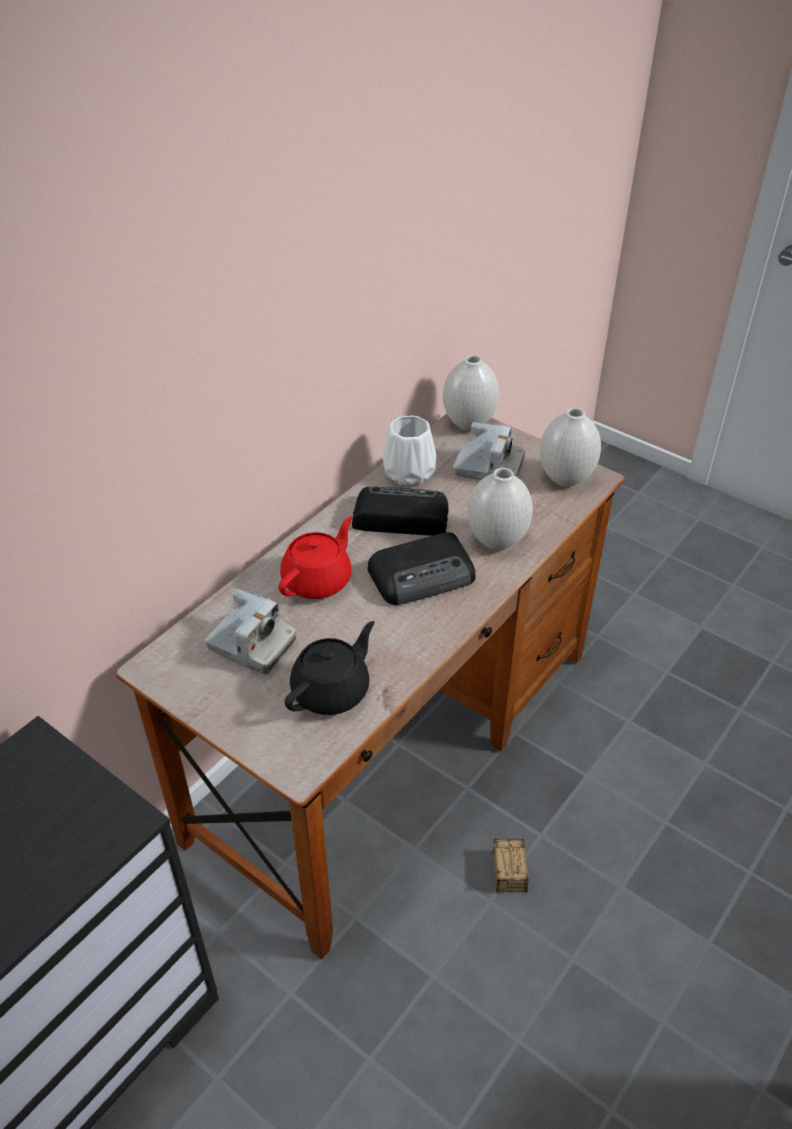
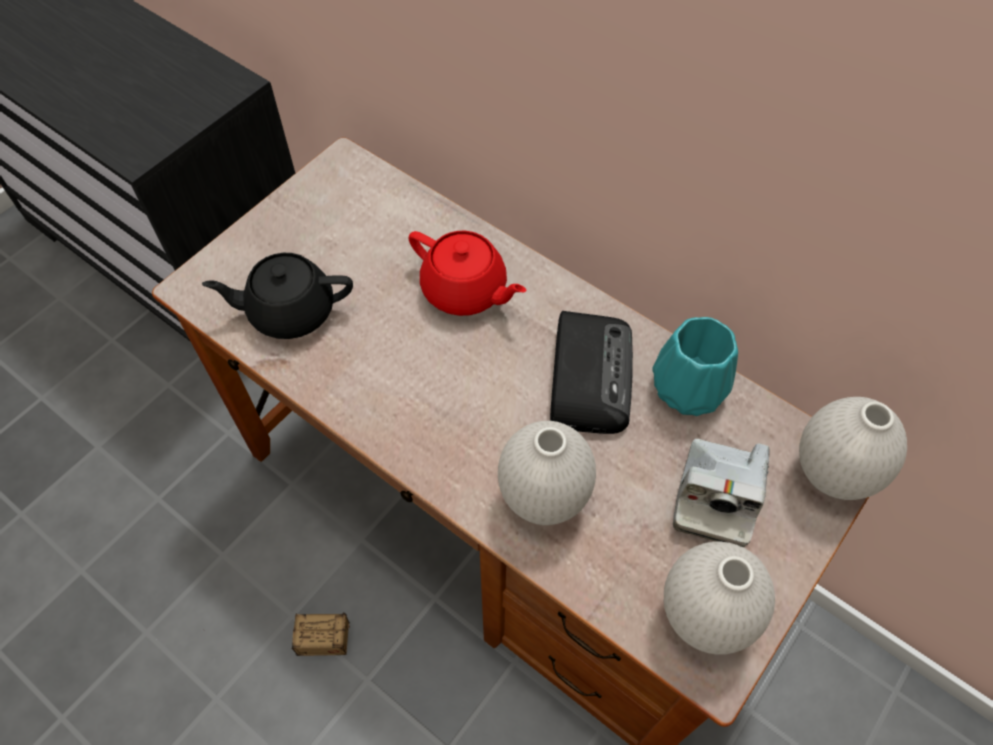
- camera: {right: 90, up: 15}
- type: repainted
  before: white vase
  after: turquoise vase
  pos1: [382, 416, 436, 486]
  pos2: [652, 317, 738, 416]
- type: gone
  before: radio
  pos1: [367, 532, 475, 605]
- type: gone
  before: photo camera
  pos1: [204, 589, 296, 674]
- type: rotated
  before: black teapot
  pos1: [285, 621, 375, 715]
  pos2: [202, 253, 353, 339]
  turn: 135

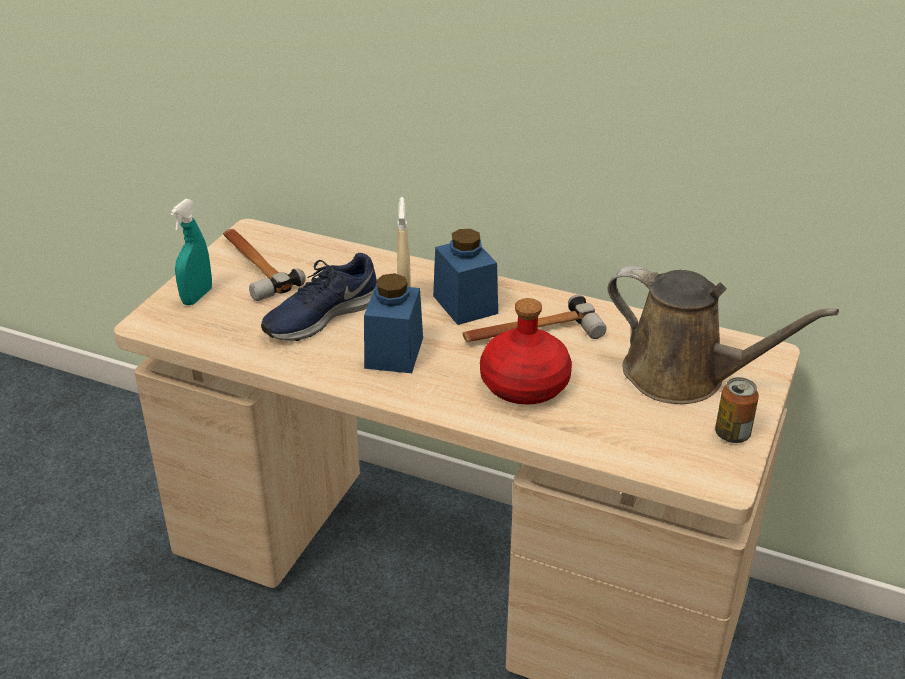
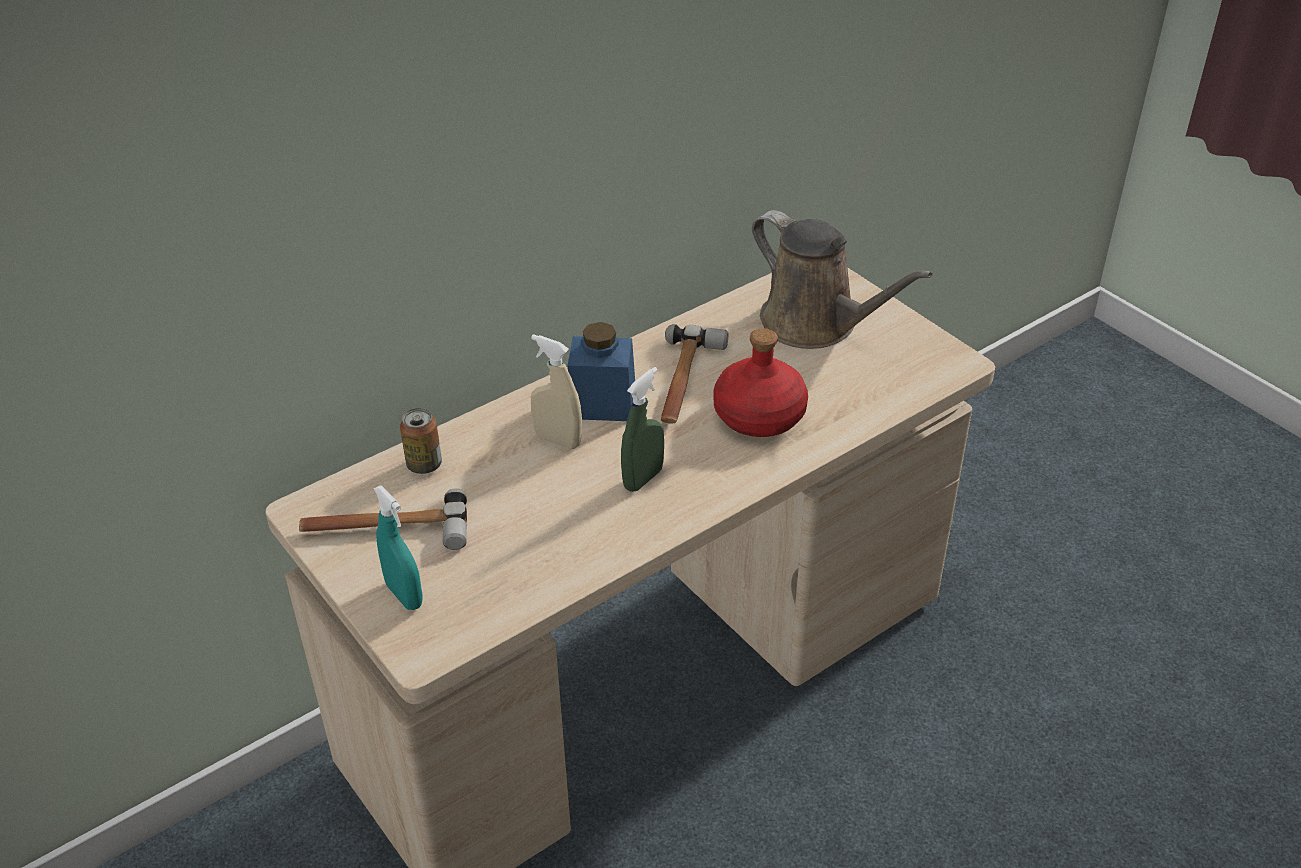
- camera: {right: -60, up: 5}
- type: gone
  before: blue shoe
  pos1: [261, 253, 377, 341]
- type: rotated
  before: brown watering can
  pos1: [607, 266, 839, 404]
  pos2: [752, 210, 933, 349]
  turn: 75
- type: swapped
  before: blue jar
  after: green spray bottle
  pos1: [364, 273, 423, 373]
  pos2: [621, 367, 664, 492]
- type: shifted
  before: can
  pos1: [715, 377, 759, 443]
  pos2: [400, 408, 442, 474]

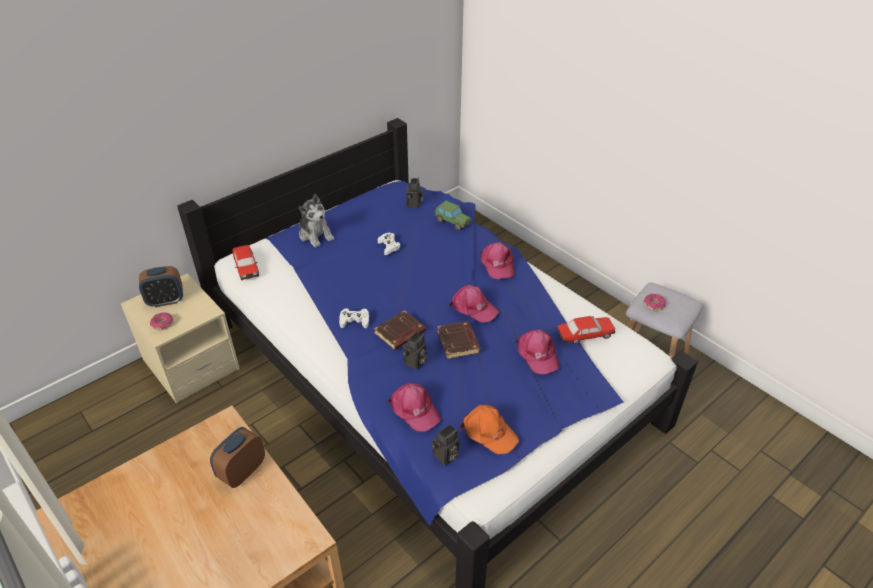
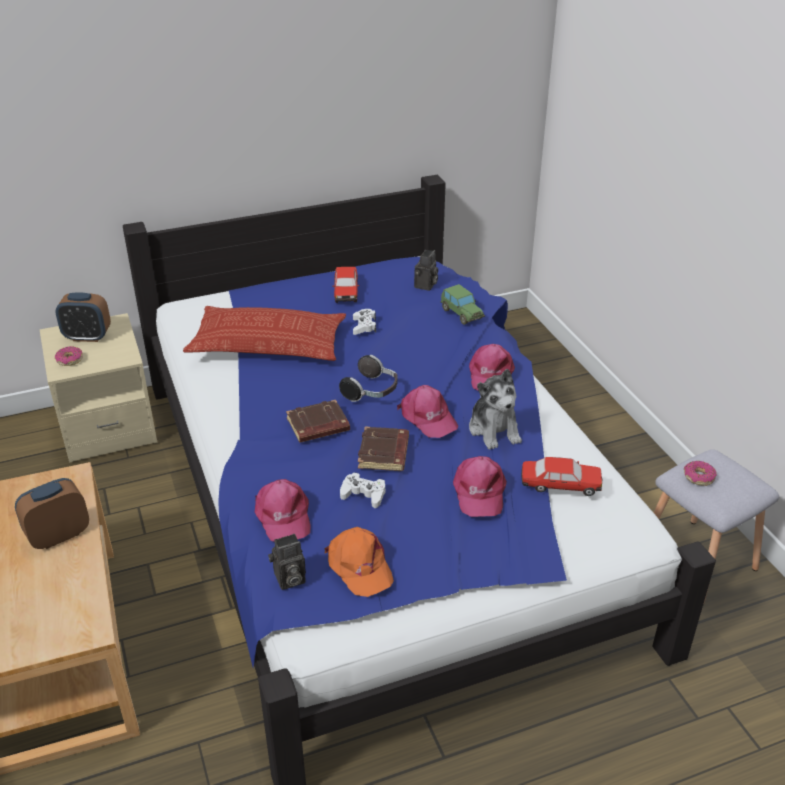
- camera: {right: 20, up: -5}
- type: shifted
  before: plush toy
  pos1: [299, 194, 335, 248]
  pos2: [469, 369, 522, 450]
- type: shifted
  before: toy car
  pos1: [233, 245, 259, 280]
  pos2: [332, 267, 359, 303]
- type: shifted
  before: white game controller
  pos1: [339, 308, 369, 328]
  pos2: [340, 473, 386, 508]
- type: gone
  before: photo camera
  pos1: [402, 332, 427, 370]
- type: new
  after: pillow
  pos2: [183, 306, 346, 361]
- type: new
  after: headphones
  pos2: [339, 355, 398, 402]

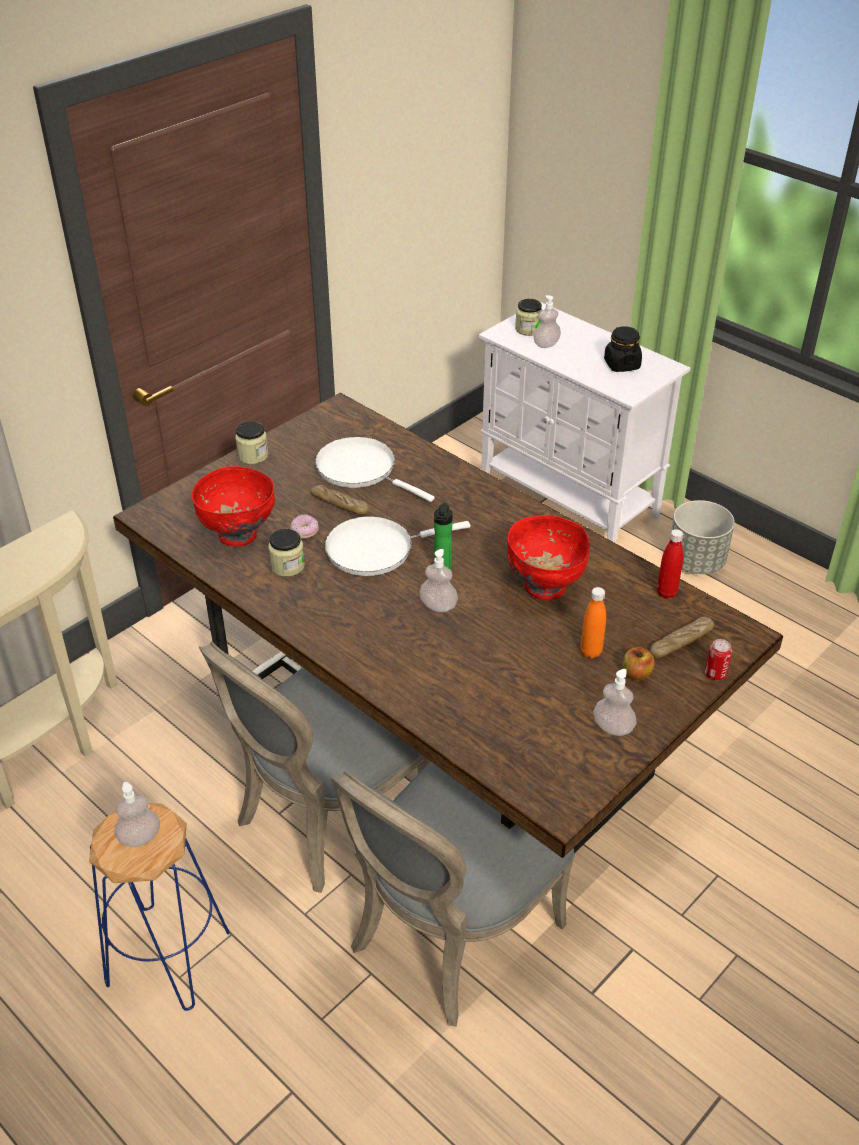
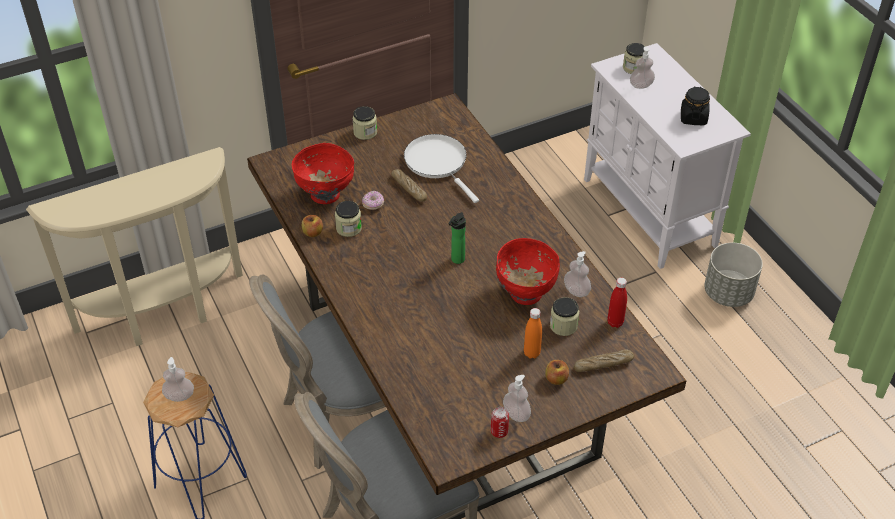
- camera: {right: 20, up: 5}
- type: gone
  before: white frying pan
  pos1: [325, 516, 471, 576]
- type: shifted
  before: soap dispenser
  pos1: [419, 549, 458, 612]
  pos2: [564, 251, 591, 297]
- type: shifted
  before: can
  pos1: [705, 639, 732, 680]
  pos2: [491, 407, 509, 438]
- type: new
  after: apple
  pos2: [302, 215, 323, 237]
- type: new
  after: jar
  pos2: [550, 297, 579, 336]

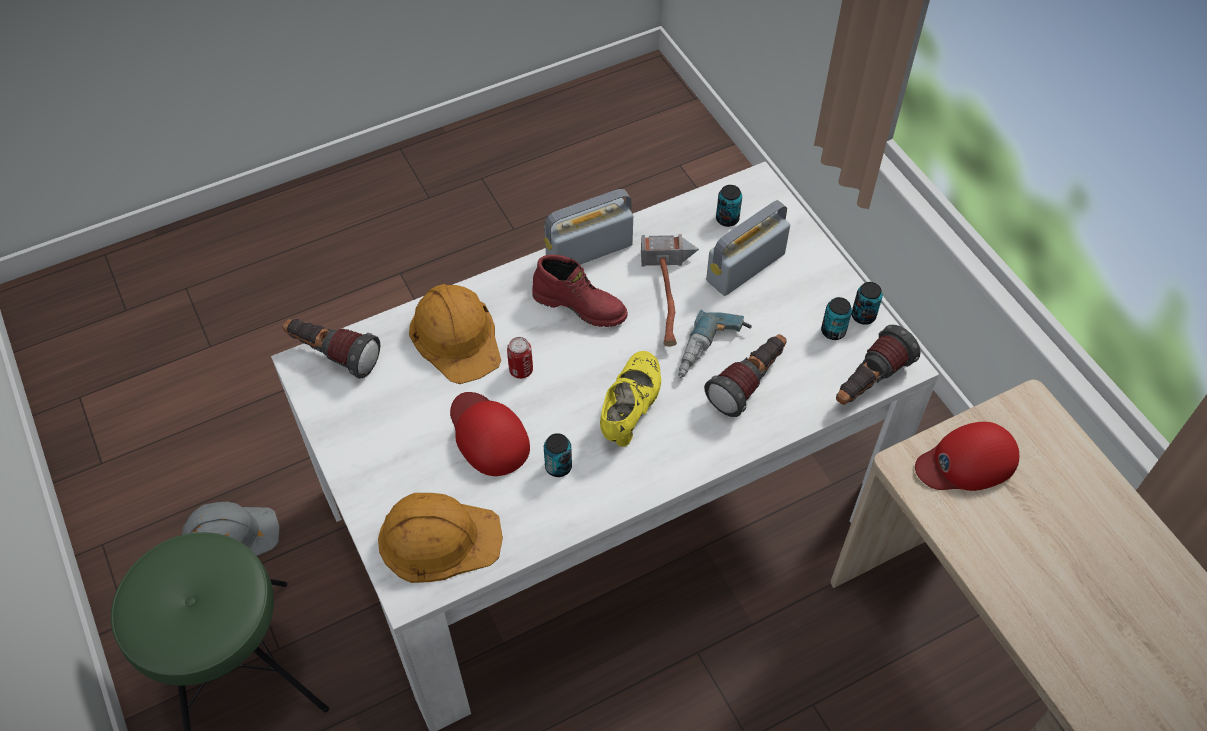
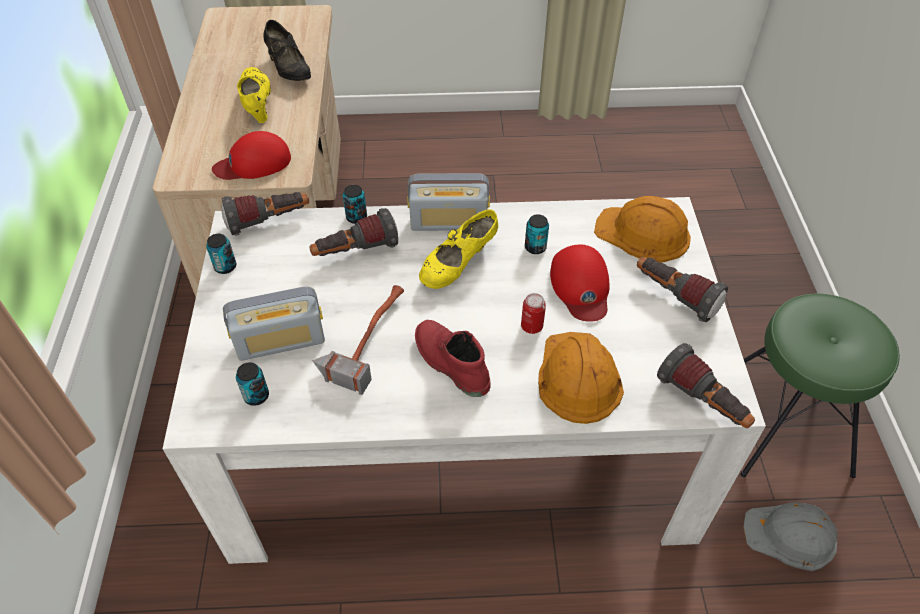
- camera: {right: -155, up: -5}
- type: shifted
  before: radio
  pos1: [544, 189, 633, 265]
  pos2: [407, 173, 490, 231]
- type: shifted
  before: can
  pos1: [821, 297, 852, 340]
  pos2: [343, 185, 367, 224]
- type: gone
  before: power drill
  pos1: [678, 310, 752, 378]
- type: rotated
  before: red cap
  pos1: [915, 422, 1019, 491]
  pos2: [212, 131, 291, 180]
  turn: 150
- type: new
  after: black shoe
  pos2: [263, 20, 311, 81]
- type: new
  after: yellow shoe
  pos2: [237, 67, 271, 123]
- type: new
  after: flashlight
  pos2: [637, 257, 728, 322]

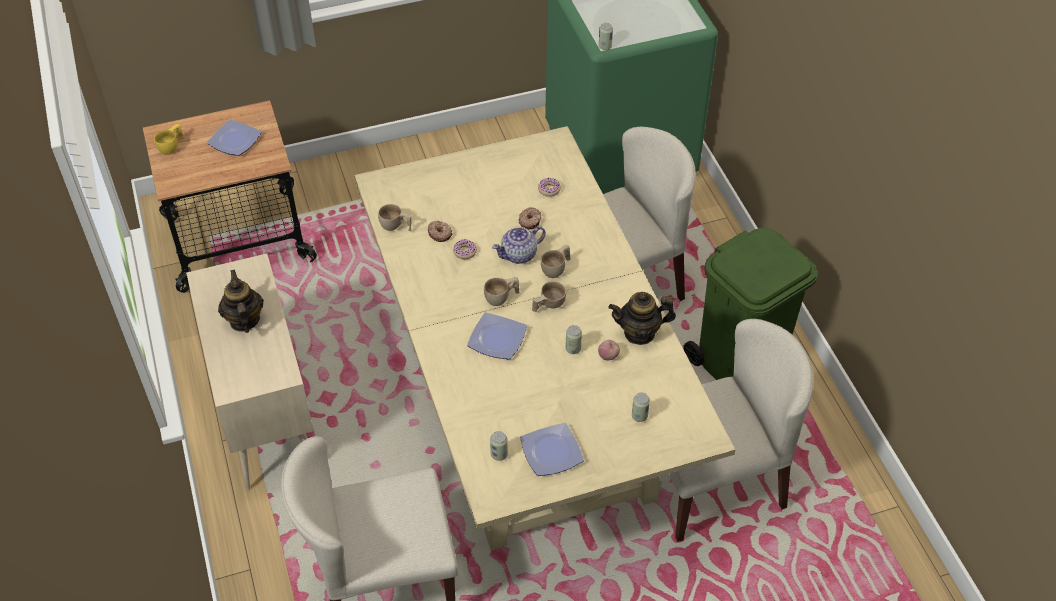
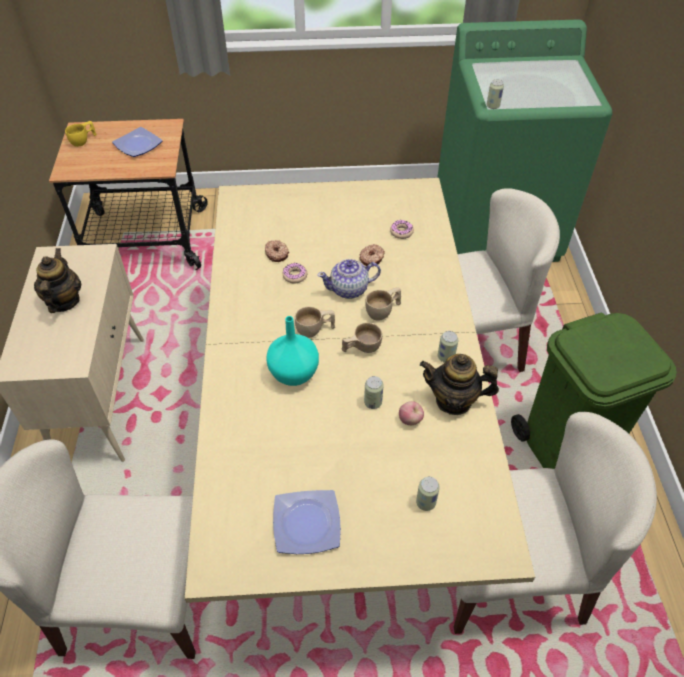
- camera: {right: 15, up: 0}
- type: gone
  before: beige cup
  pos1: [378, 204, 412, 231]
- type: swapped
  before: plate
  after: turquoise vase
  pos1: [467, 312, 527, 359]
  pos2: [266, 316, 319, 386]
- type: shifted
  before: can
  pos1: [490, 431, 508, 461]
  pos2: [438, 331, 458, 363]

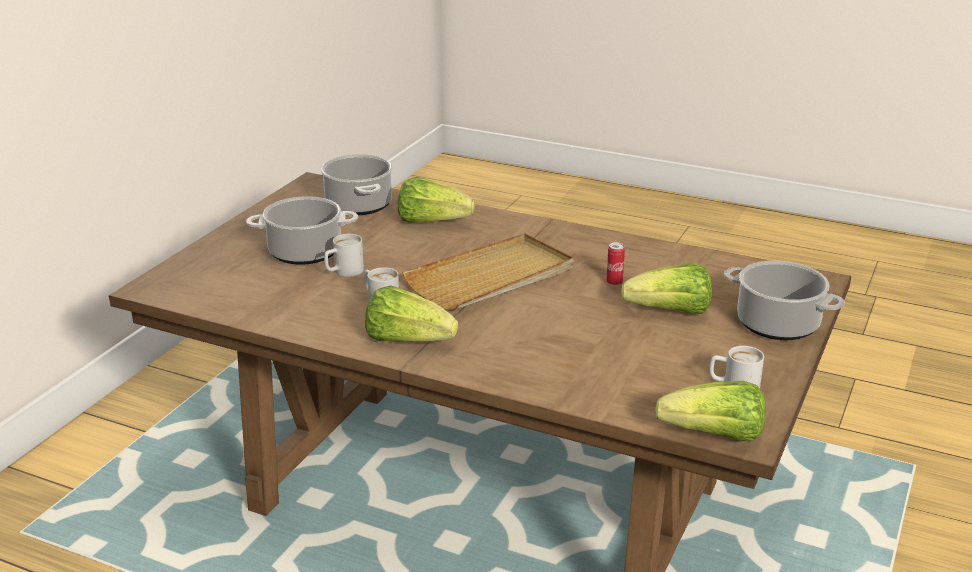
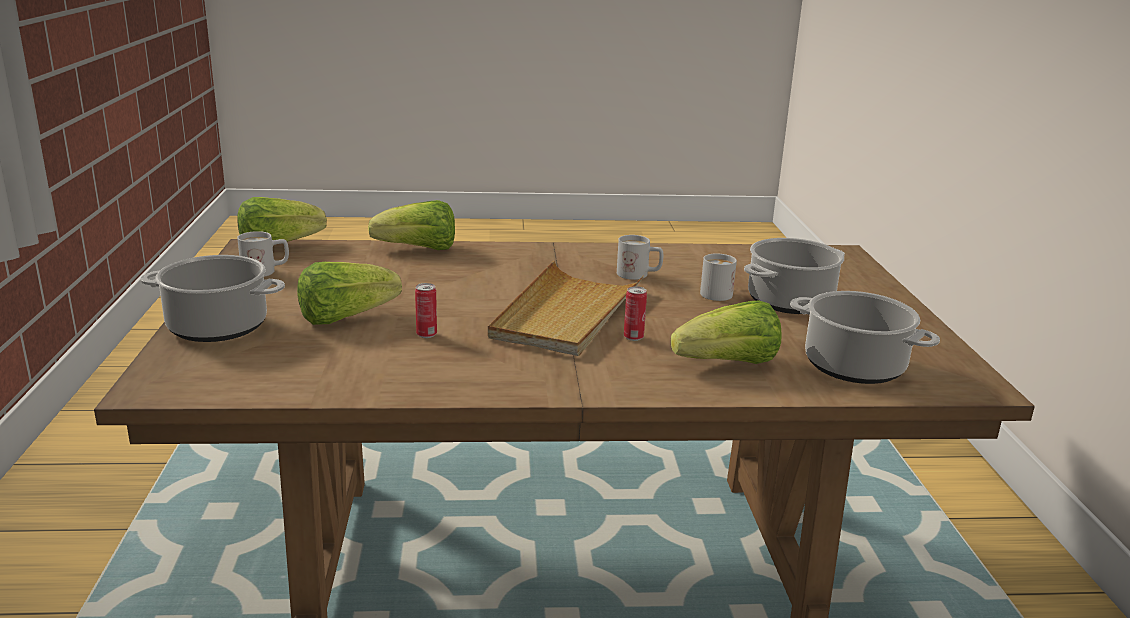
- camera: {right: 150, up: -5}
- type: shifted
  before: lettuce
  pos1: [365, 286, 458, 341]
  pos2: [368, 200, 455, 250]
- type: new
  after: can
  pos2: [624, 286, 647, 341]

